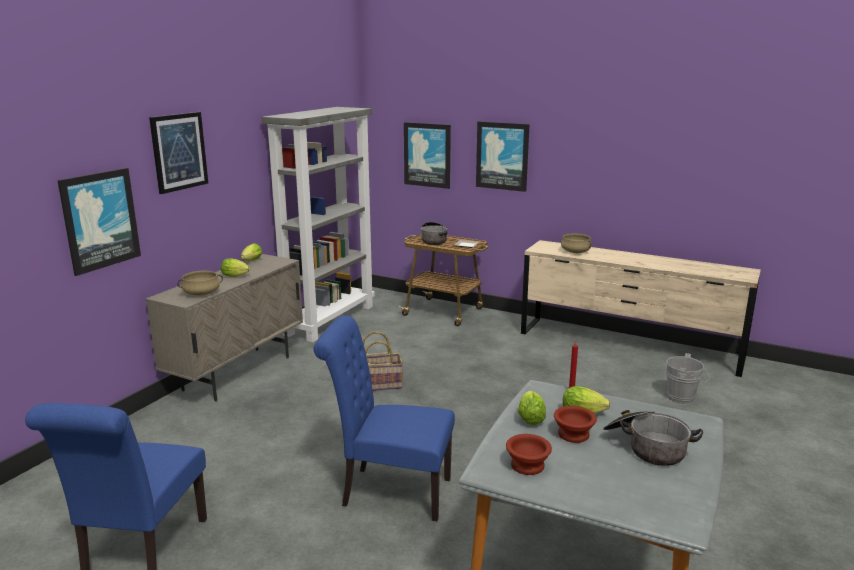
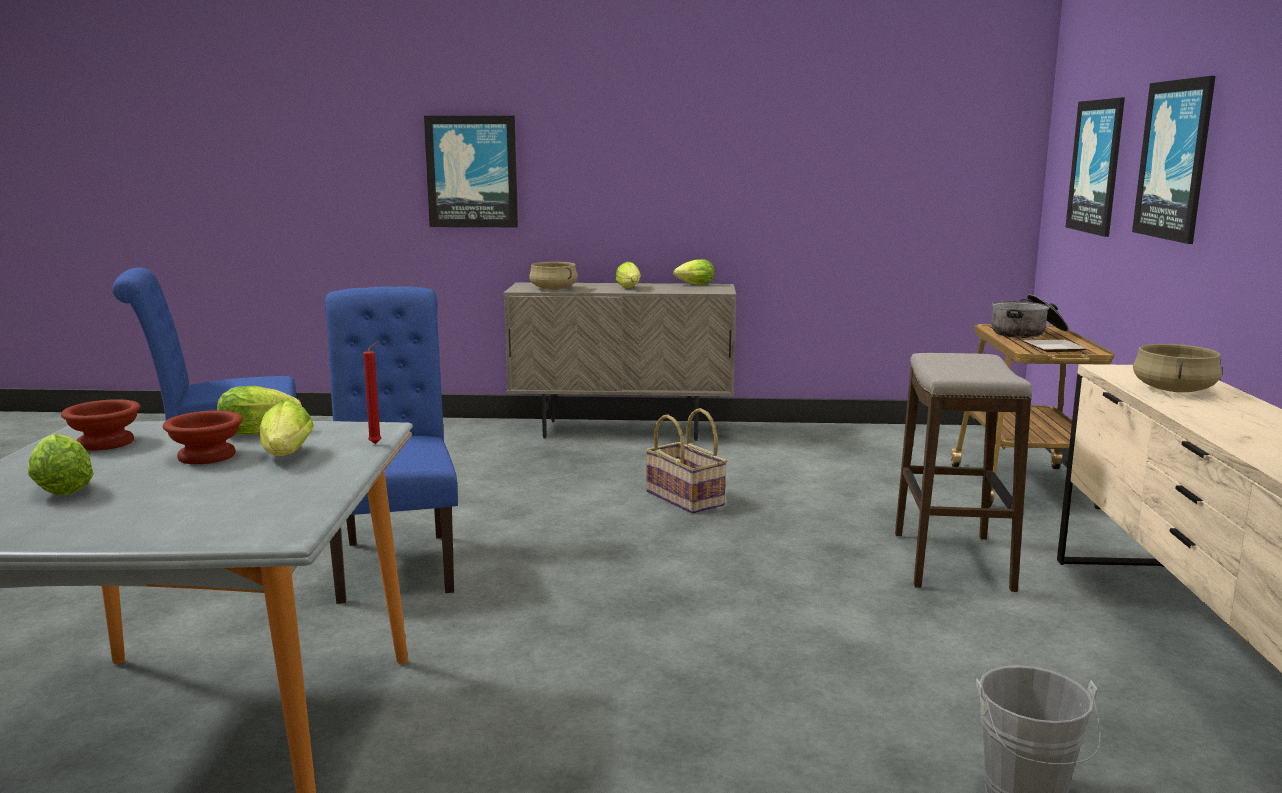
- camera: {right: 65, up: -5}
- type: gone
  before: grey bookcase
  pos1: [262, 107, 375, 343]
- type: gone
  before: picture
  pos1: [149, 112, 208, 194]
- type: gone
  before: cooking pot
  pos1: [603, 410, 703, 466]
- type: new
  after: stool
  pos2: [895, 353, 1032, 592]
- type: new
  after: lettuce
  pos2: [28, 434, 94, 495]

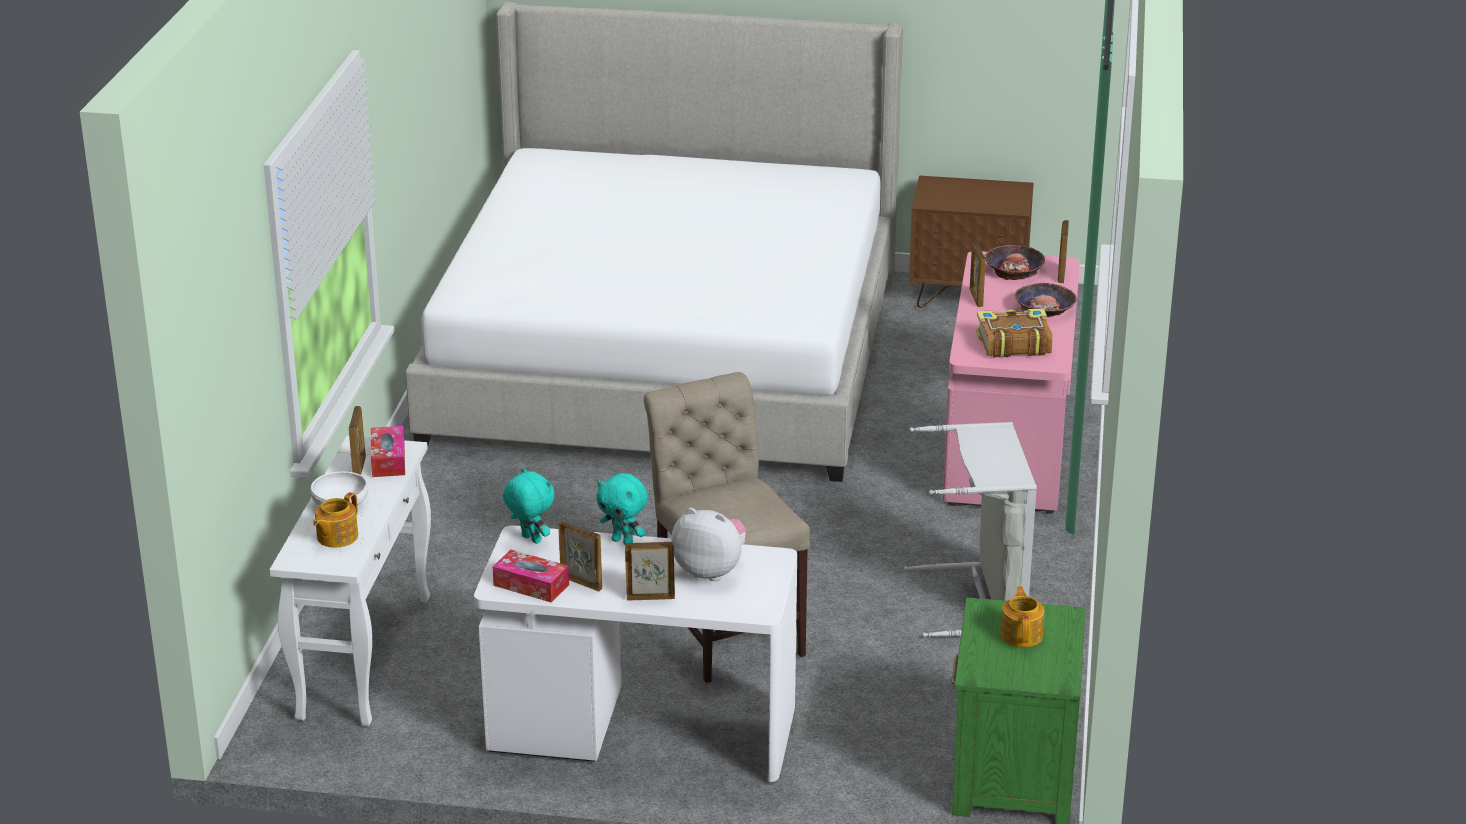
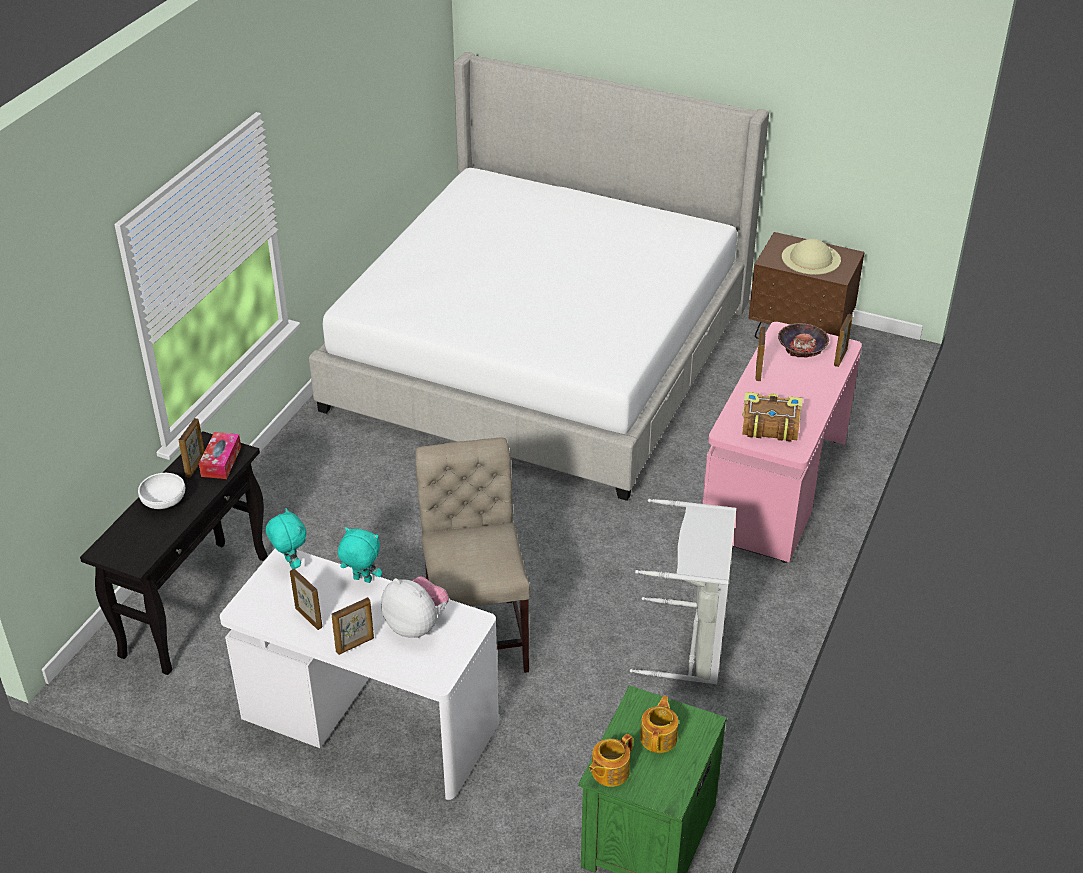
- camera: {right: 15, up: 10}
- type: gone
  before: bowl
  pos1: [1014, 283, 1077, 317]
- type: repainted
  before: white console table
  after: black console table
  pos1: [270, 436, 431, 727]
  pos2: [80, 431, 268, 675]
- type: rotated
  before: turquoise plush toy
  pos1: [596, 473, 648, 545]
  pos2: [338, 527, 382, 583]
  turn: 150
- type: shifted
  before: teapot
  pos1: [313, 492, 358, 548]
  pos2: [589, 734, 633, 787]
- type: rotated
  before: picture frame
  pos1: [625, 542, 675, 601]
  pos2: [331, 598, 374, 655]
  turn: 135
- type: gone
  before: tissue box
  pos1: [493, 550, 569, 603]
- type: new
  after: beige hat
  pos2: [782, 239, 841, 275]

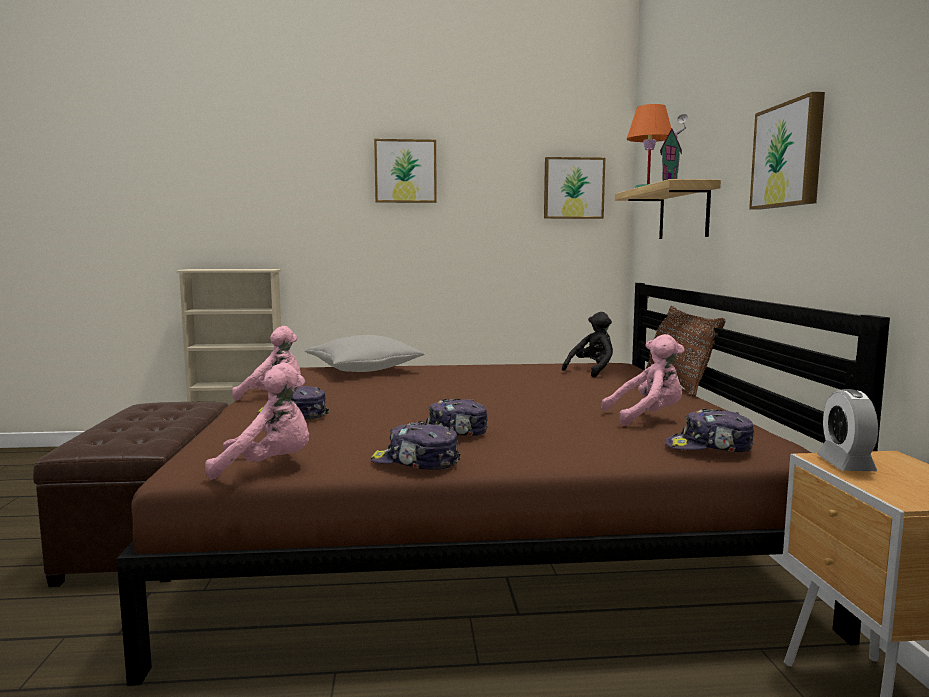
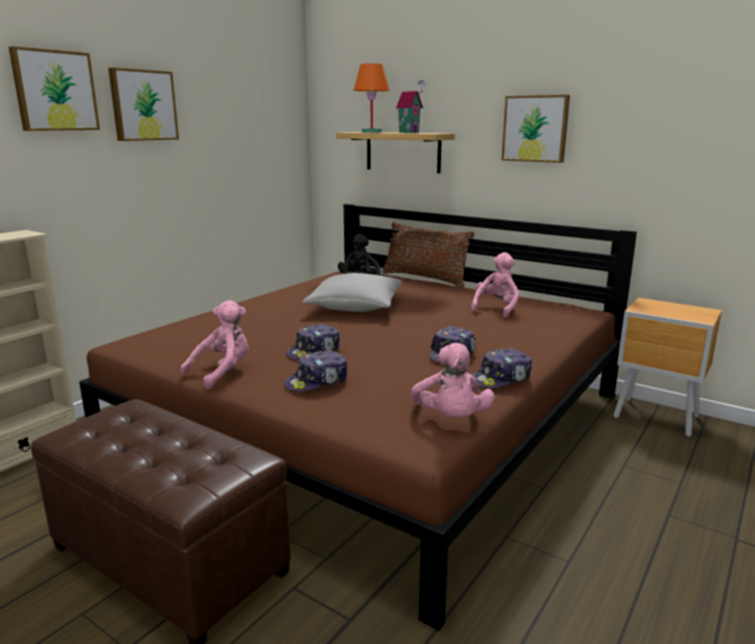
- camera: {right: -50, up: 10}
- type: shifted
  before: picture
  pos1: [544, 157, 605, 219]
  pos2: [9, 46, 100, 131]
- type: shifted
  before: grey pillow
  pos1: [305, 335, 425, 372]
  pos2: [303, 273, 403, 312]
- type: rotated
  before: pink plush toy
  pos1: [205, 363, 309, 480]
  pos2: [411, 343, 495, 418]
  turn: 135
- type: gone
  before: alarm clock
  pos1: [817, 389, 878, 471]
- type: shifted
  before: cap
  pos1: [665, 408, 754, 452]
  pos2: [286, 324, 340, 360]

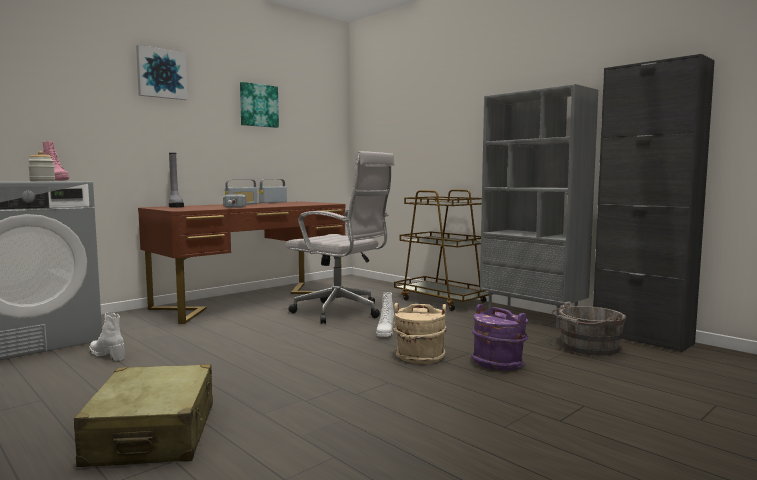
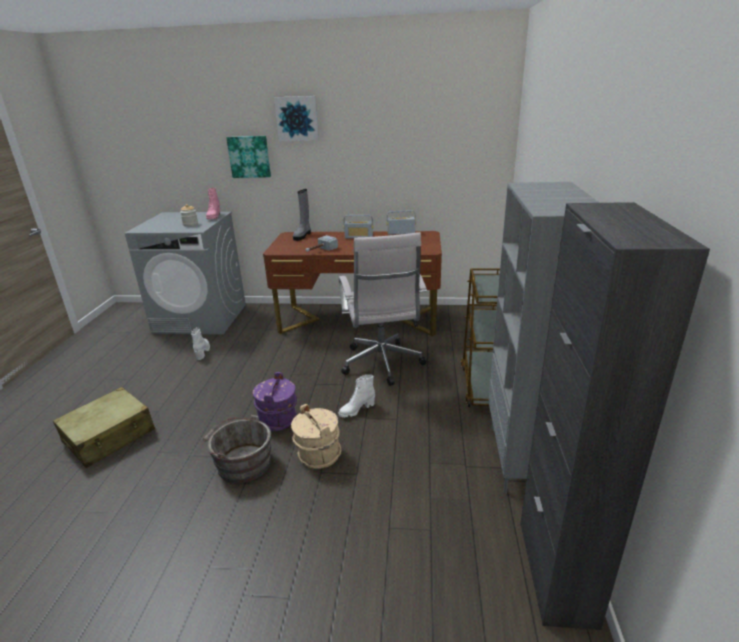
- camera: {right: 50, up: 20}
- type: shifted
  before: picture
  pos1: [240, 82, 279, 128]
  pos2: [226, 136, 271, 178]
- type: shifted
  before: grey bucket
  pos1: [552, 302, 626, 355]
  pos2: [200, 415, 271, 483]
- type: shifted
  before: purple bucket
  pos1: [471, 304, 529, 370]
  pos2: [252, 372, 297, 431]

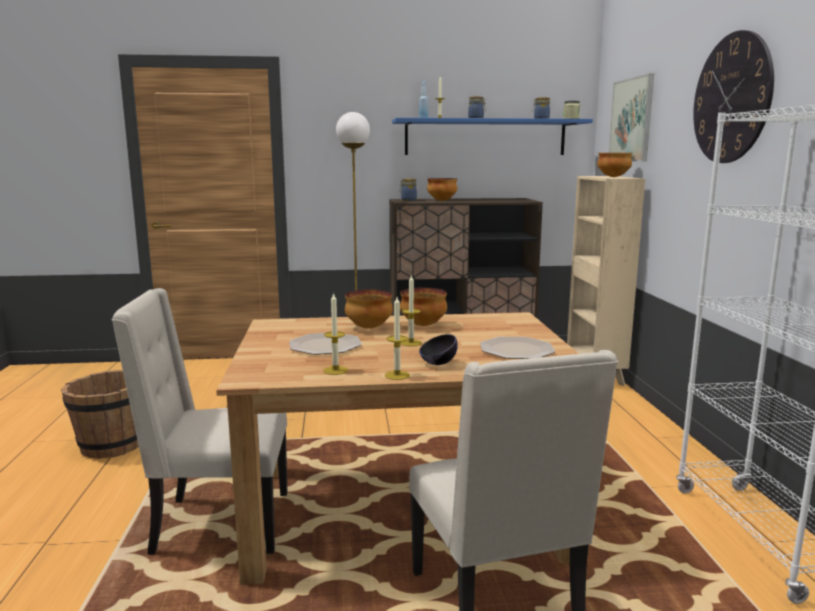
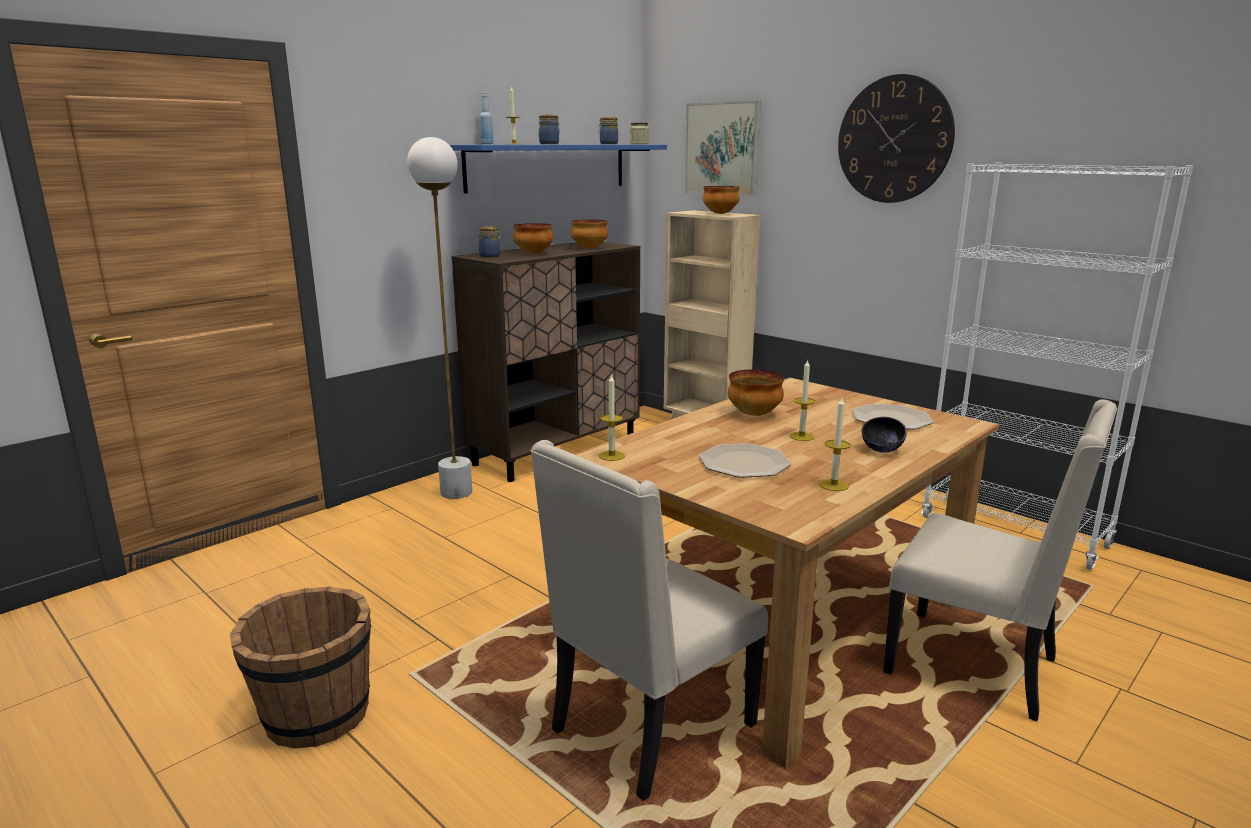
- camera: {right: -40, up: 5}
- type: shifted
  before: bowl
  pos1: [345, 289, 393, 329]
  pos2: [571, 219, 608, 249]
- type: shifted
  before: candle
  pos1: [385, 297, 410, 380]
  pos2: [599, 374, 625, 461]

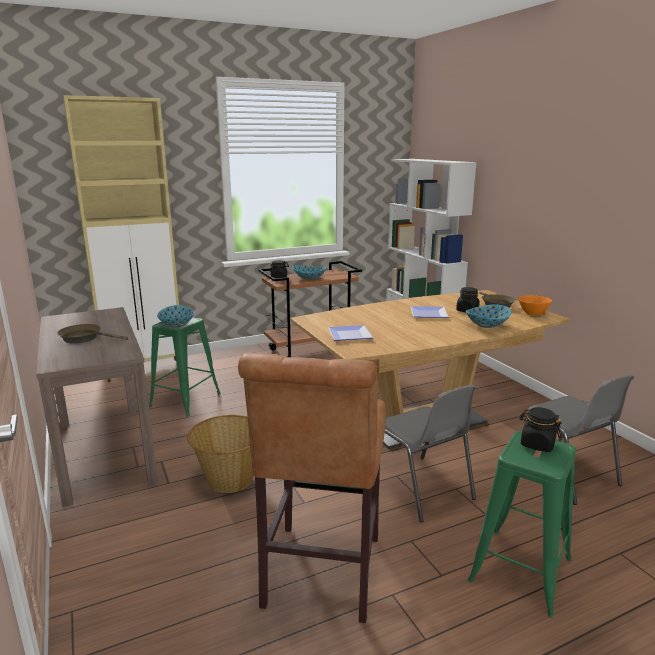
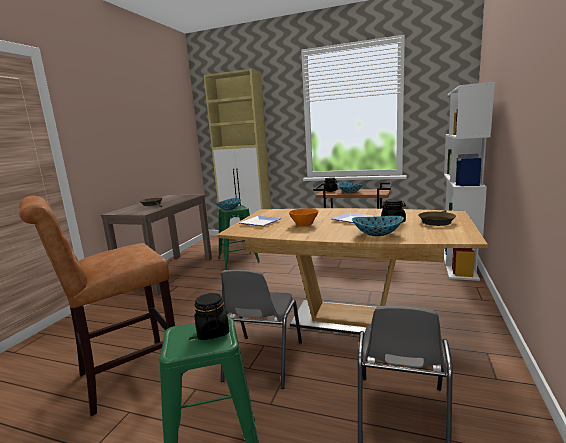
- camera: {right: 45, up: -5}
- type: shifted
  before: orange bowl
  pos1: [518, 295, 552, 315]
  pos2: [289, 208, 319, 226]
- type: gone
  before: basket
  pos1: [187, 415, 253, 493]

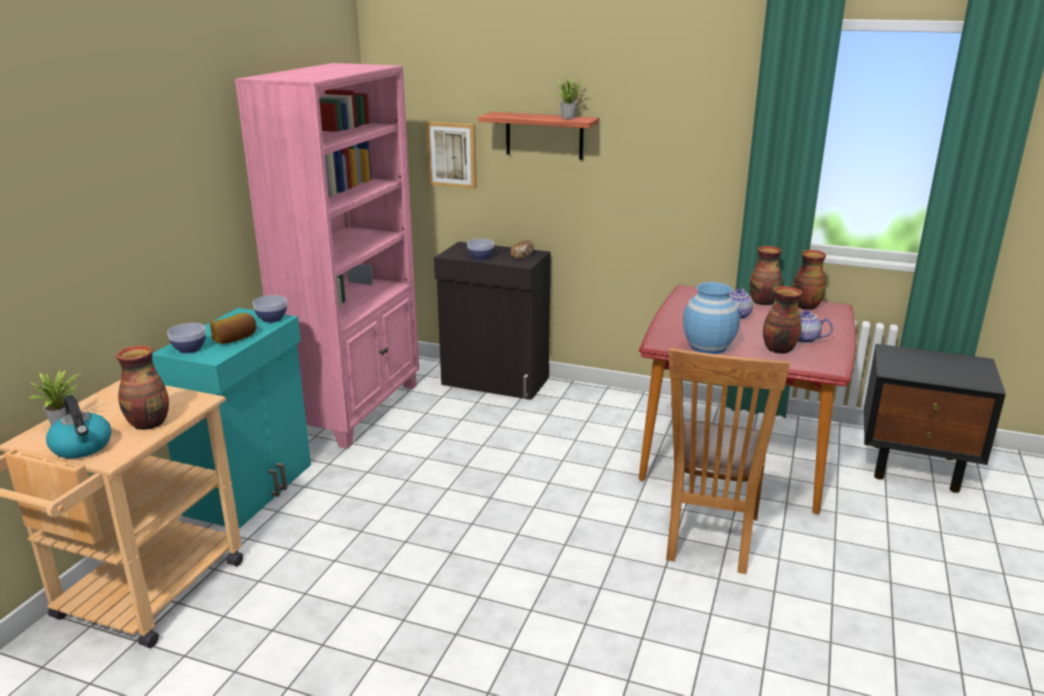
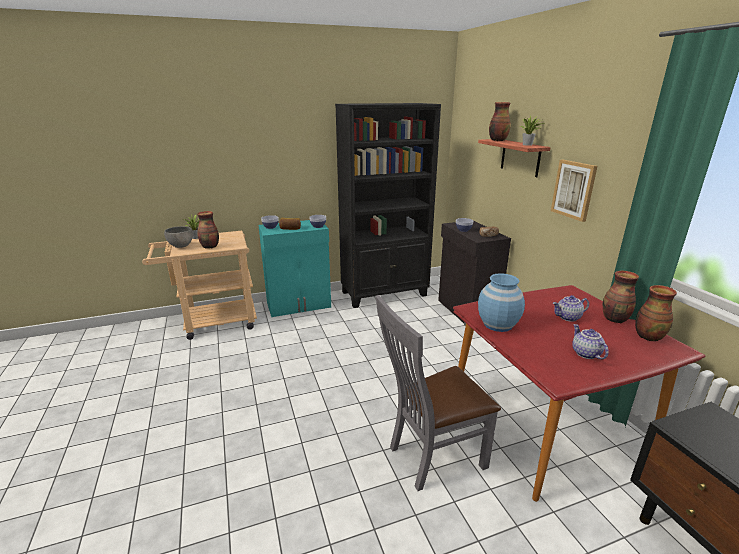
- camera: {right: 50, up: 0}
- type: repainted
  before: pink bookcase
  after: black bookcase
  pos1: [234, 63, 419, 449]
  pos2: [335, 103, 441, 308]
- type: shifted
  before: picture
  pos1: [426, 121, 477, 189]
  pos2: [551, 160, 598, 222]
- type: shifted
  before: vase
  pos1: [763, 286, 802, 354]
  pos2: [489, 102, 511, 141]
- type: repainted
  before: brown chair
  after: grey chair
  pos1: [666, 348, 790, 574]
  pos2: [376, 295, 501, 491]
- type: swapped
  before: kettle
  after: grey bowl
  pos1: [46, 395, 111, 458]
  pos2: [164, 226, 193, 248]

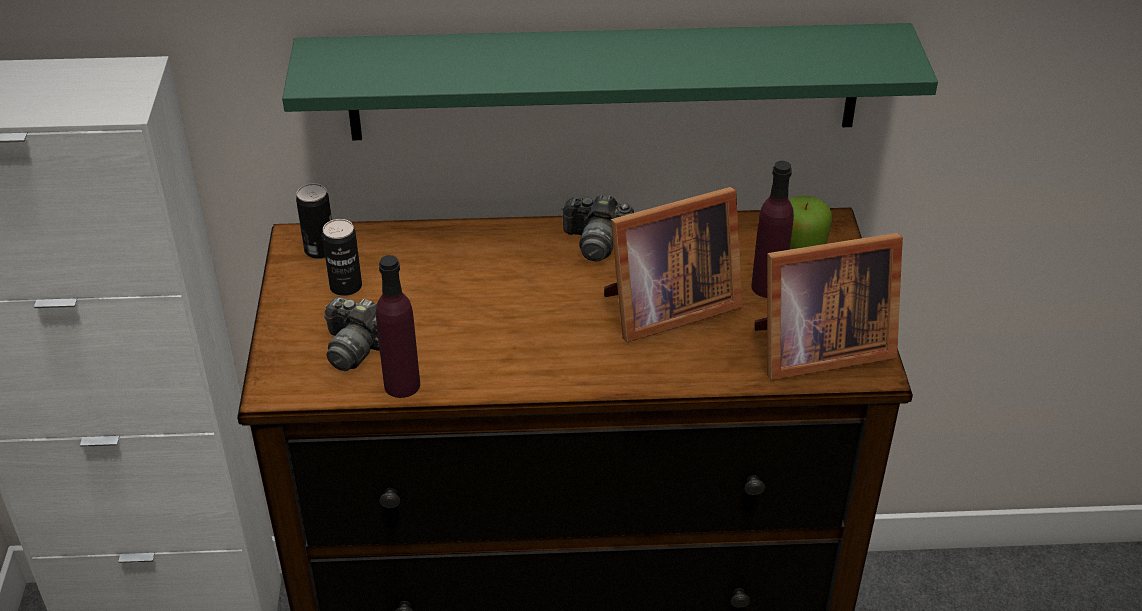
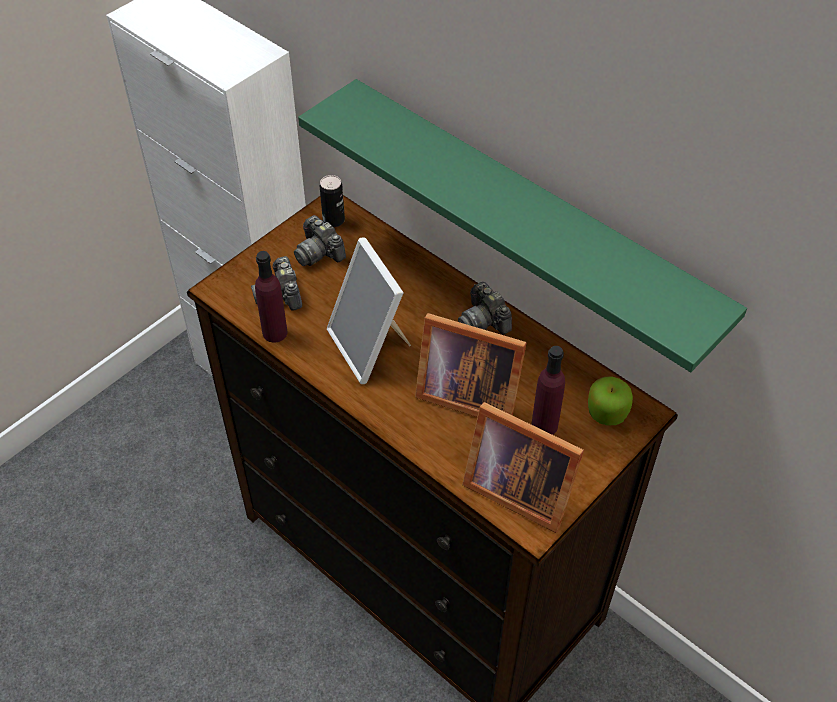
- camera: {right: 45, up: 10}
- type: swapped
  before: can
  after: photo camera
  pos1: [322, 219, 362, 296]
  pos2: [294, 215, 346, 266]
- type: new
  after: picture frame
  pos2: [327, 237, 411, 384]

